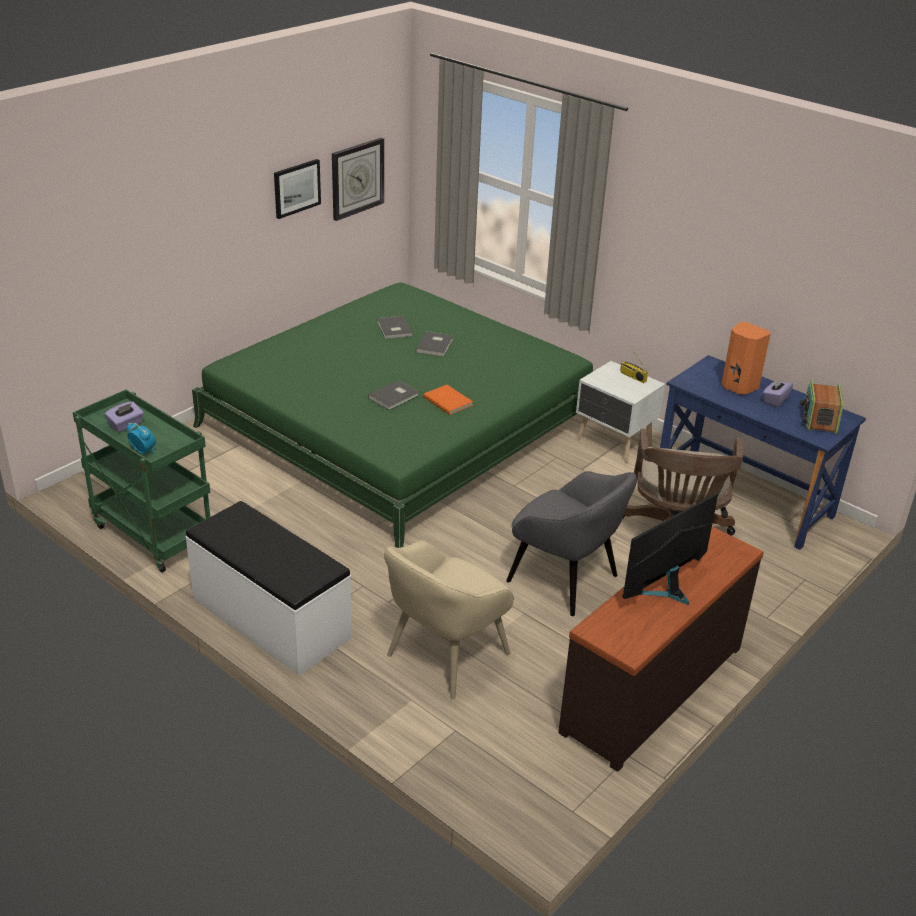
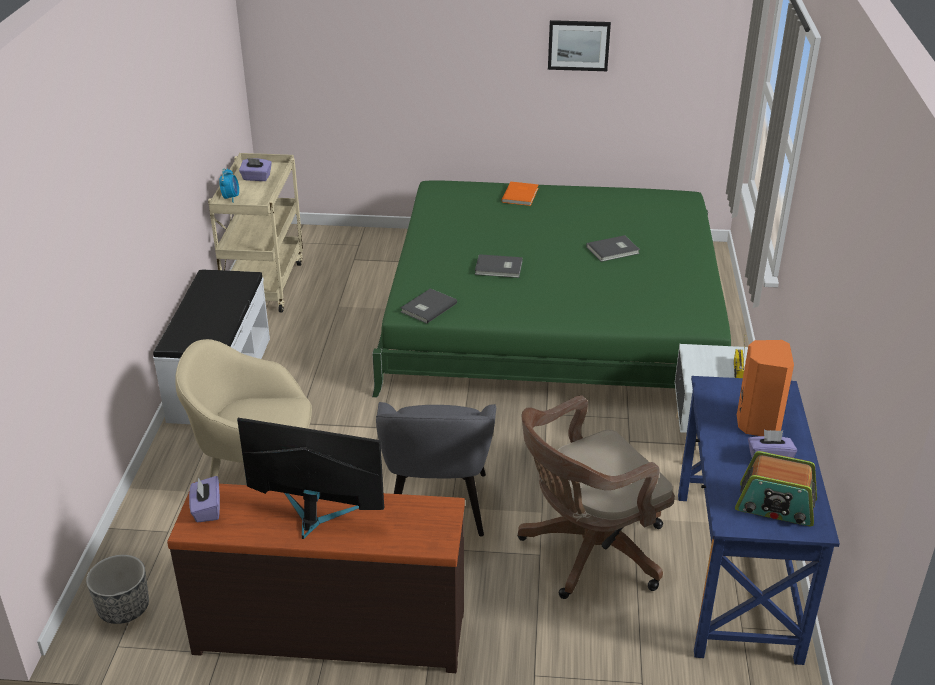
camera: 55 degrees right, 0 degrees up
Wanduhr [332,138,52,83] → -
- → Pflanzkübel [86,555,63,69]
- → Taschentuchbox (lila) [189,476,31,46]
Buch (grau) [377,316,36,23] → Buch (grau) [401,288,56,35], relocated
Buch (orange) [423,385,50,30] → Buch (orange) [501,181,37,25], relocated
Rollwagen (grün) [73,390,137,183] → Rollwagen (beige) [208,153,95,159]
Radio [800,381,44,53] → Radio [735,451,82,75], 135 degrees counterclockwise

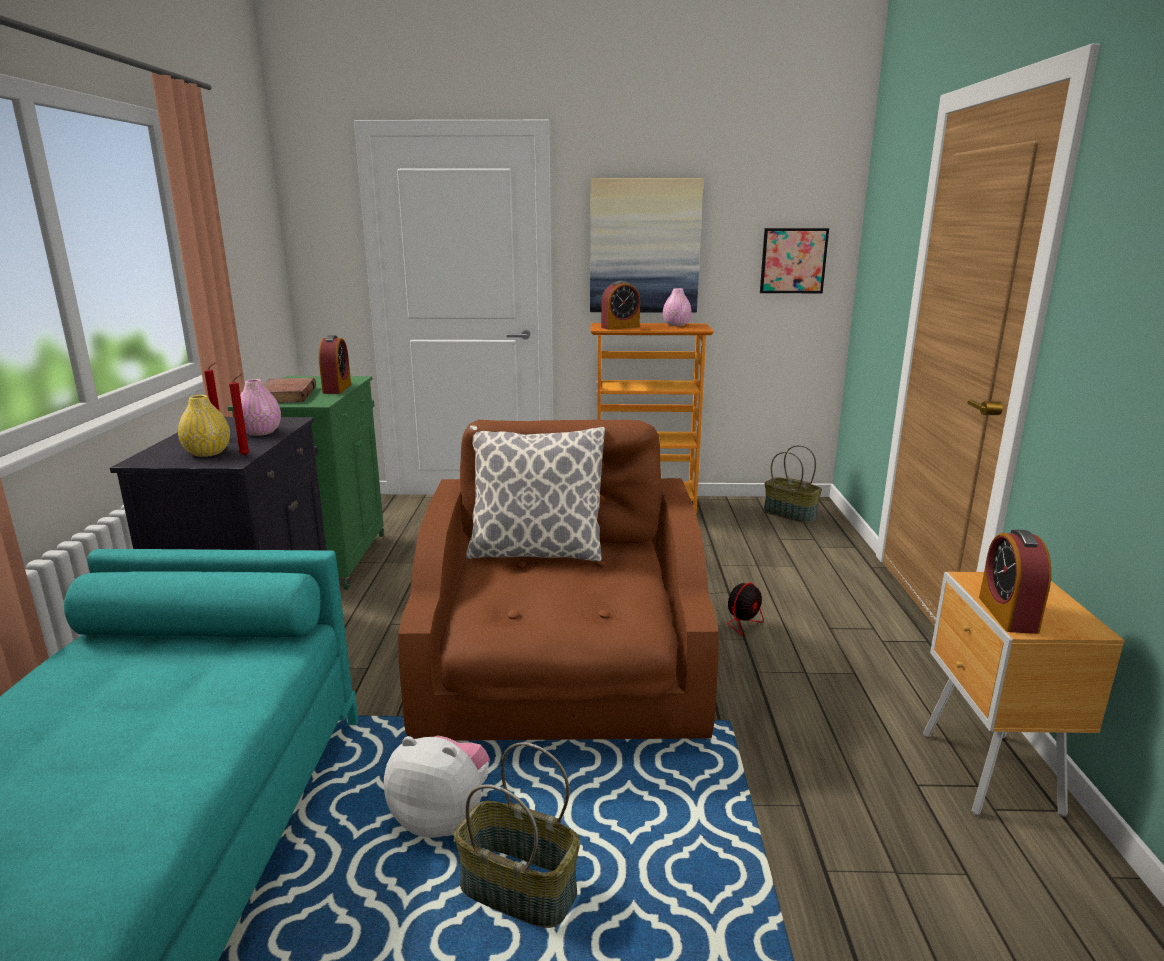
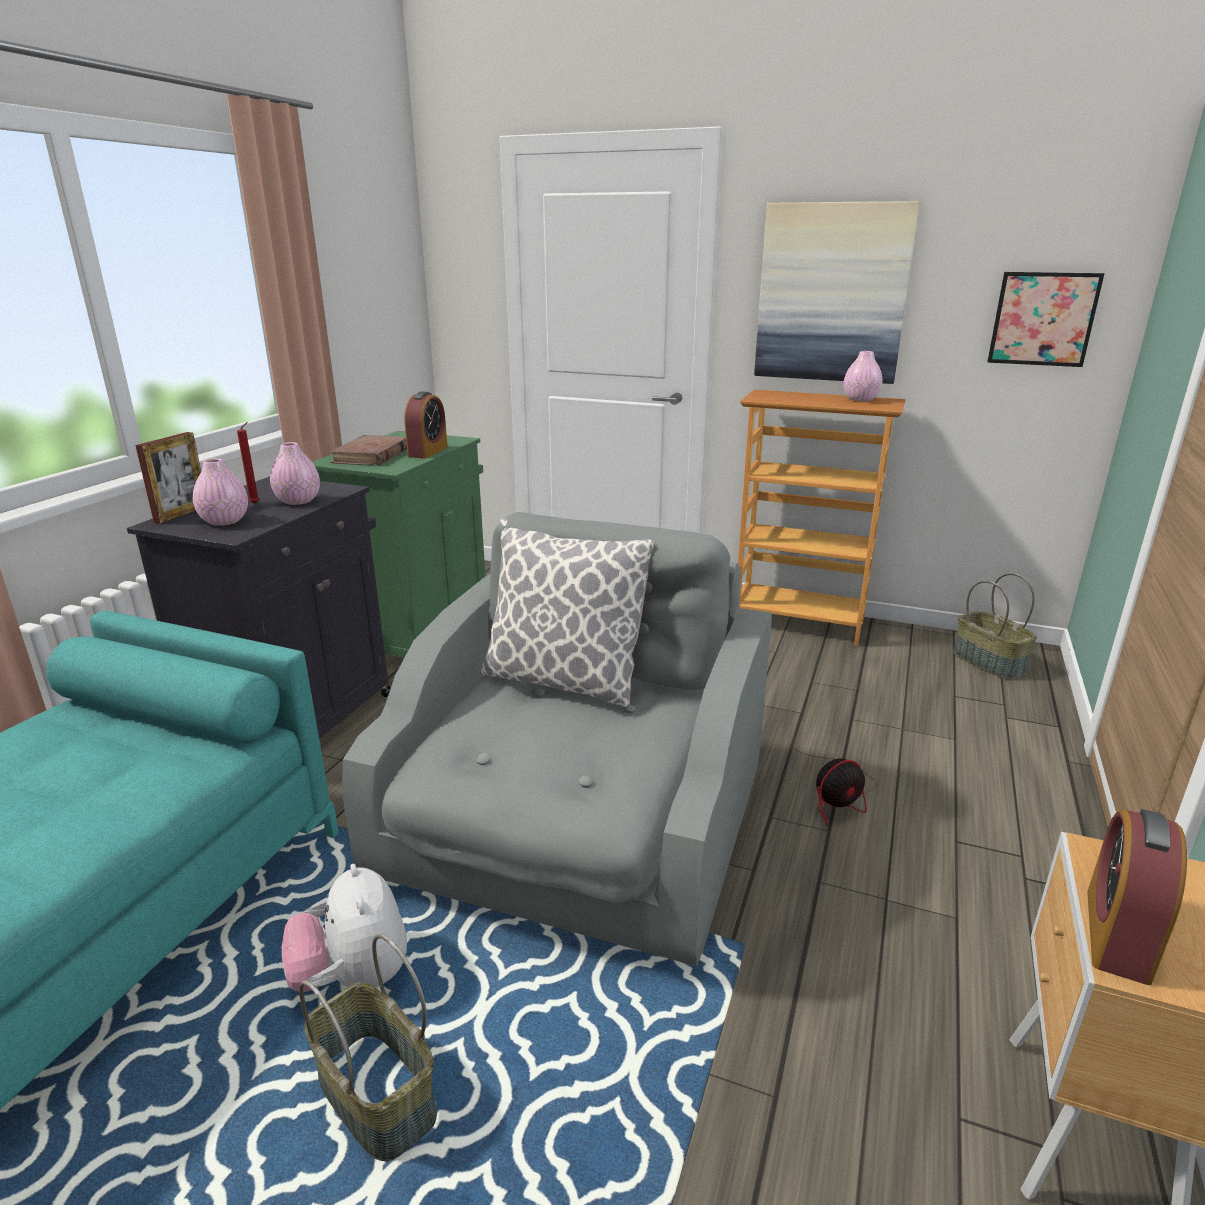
camera: 20 degrees right, 5 degrees up
Kerze (rot) [229,374,20,82] → -
Wecker [601,280,39,50] → -
- → Bilderrahmen [135,432,66,92]
Vase (gelb) [178,395,52,62] → Vase (rosa) [193,458,55,68]
Sessel (braun) [398,420,321,320] → Sessel (grau) [341,512,431,454]
Plüschtier [384,735,106,103] → Plüschtier [282,864,125,128], 150 degrees counterclockwise

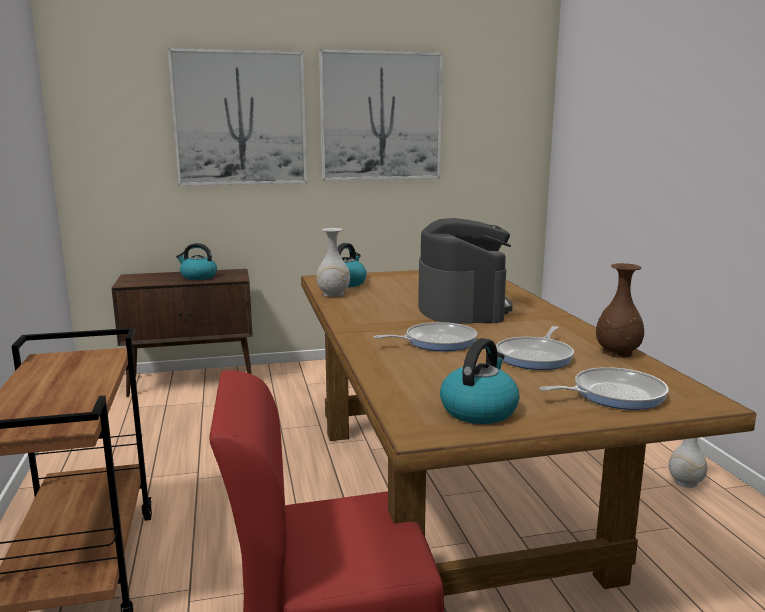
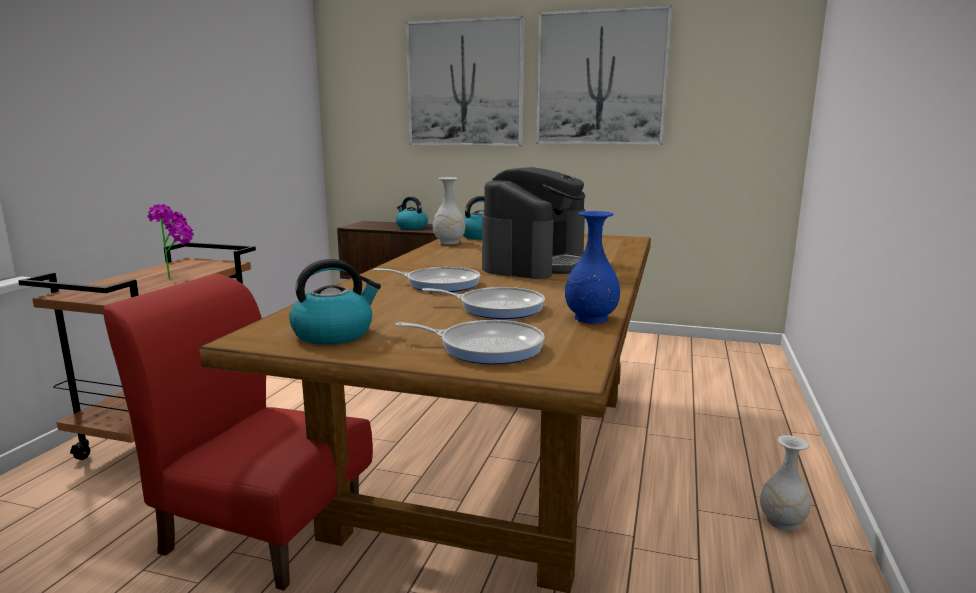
camera: 30 degrees right, 0 degrees up
- → Topfpflanze [147,204,47,75]
Vase (braun) [596,263,48,95] → Vase (blau) [565,211,55,113]
Pfanne [496,326,78,44] → Pfanne [422,287,123,32], 135 degrees counterclockwise

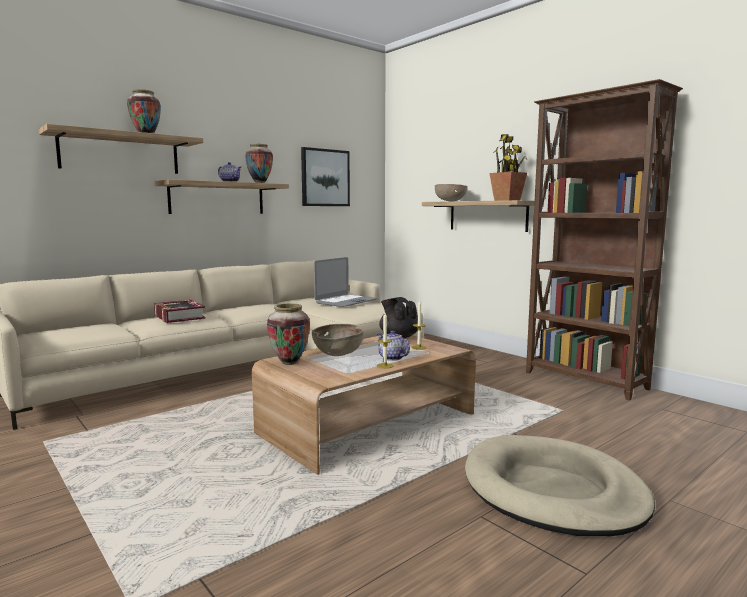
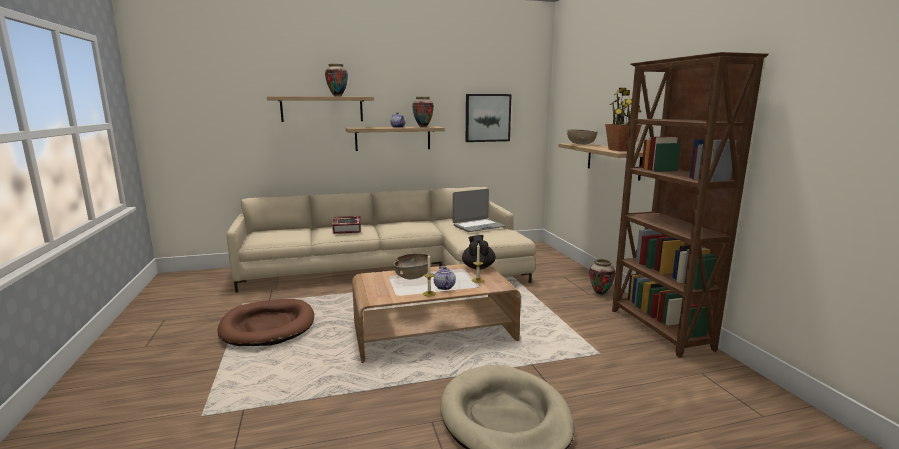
camera: 25 degrees right, 5 degrees up
- → Hundebett (braun) [218,299,96,47]
Vase [267,304,43,61] → Vase [589,259,26,36], relocated

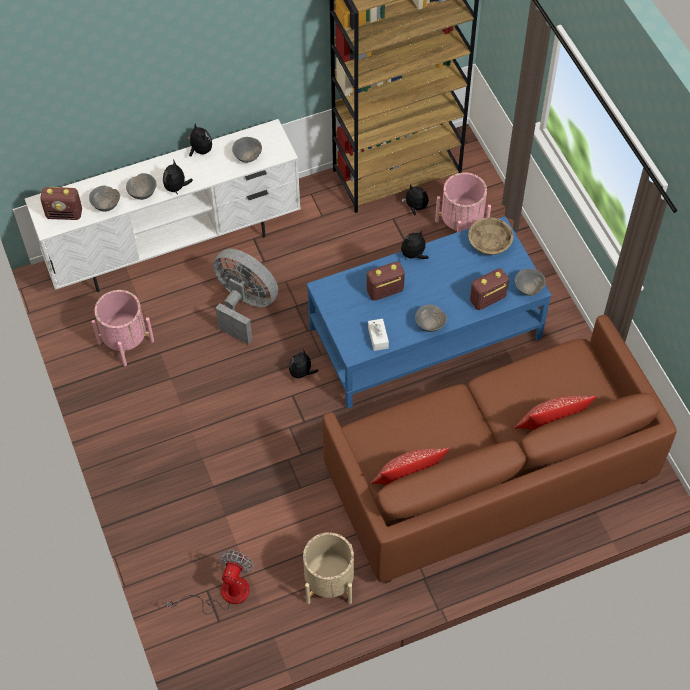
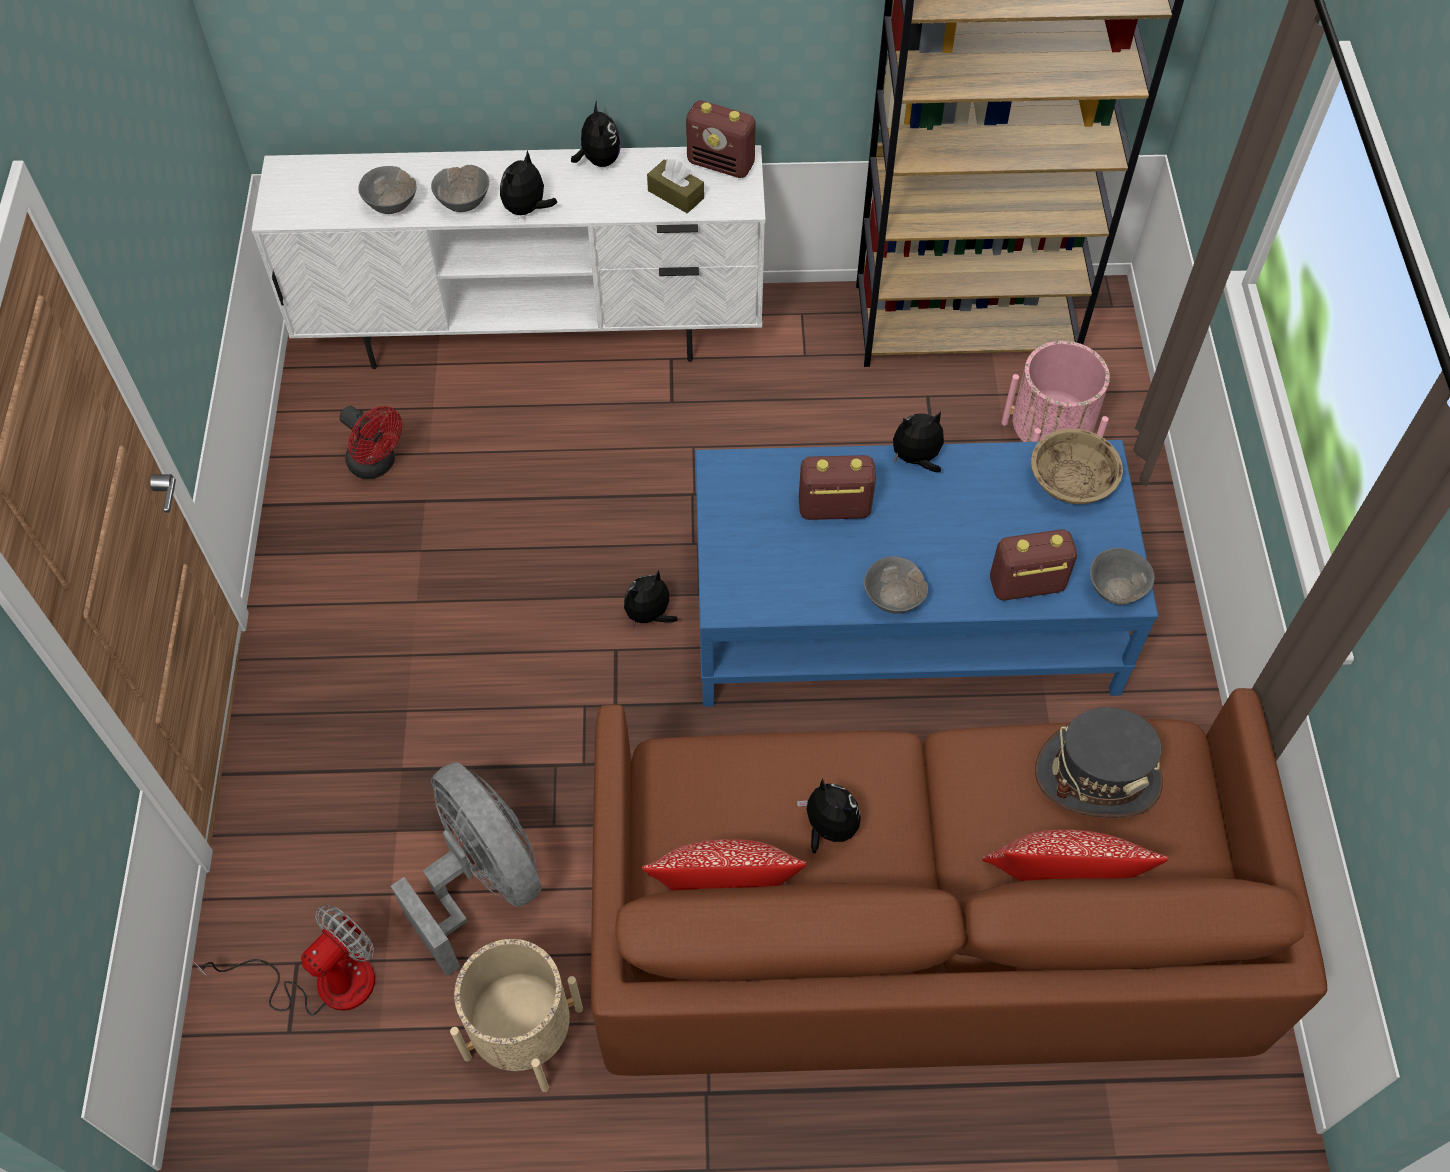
camera: 20 degrees right, 0 degrees up
Taschentuchbox (weiß) [368,319,21,32] → -
- → Hut (grau) [1035,707,128,111]
Radio [40,187,42,33] → Radio [686,100,70,78], relocated
Ventilator (grau) [213,249,65,96] → Ventilator (grau) [391,762,151,215], relocated
Plüschtier [401,184,28,31] → Plüschtier [797,778,64,75], relocated
Pflanzkübel (rosa) [91,290,63,76] → Ventilator (rot) [339,406,63,73]
Schüssel (grau) [232,137,30,26] → Taschentuchbox (braun) [647,159,57,54]

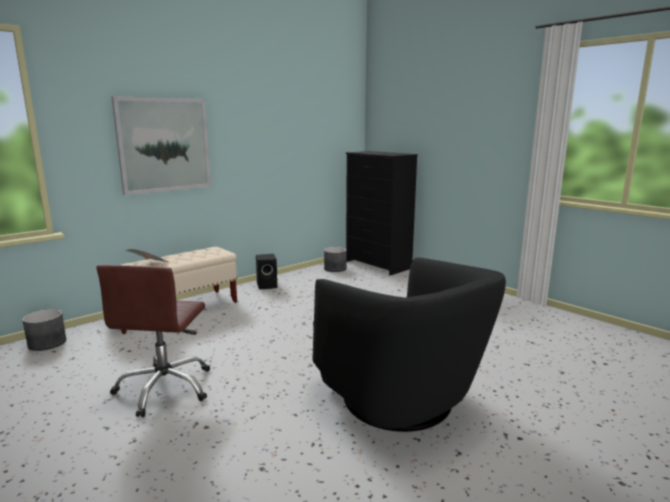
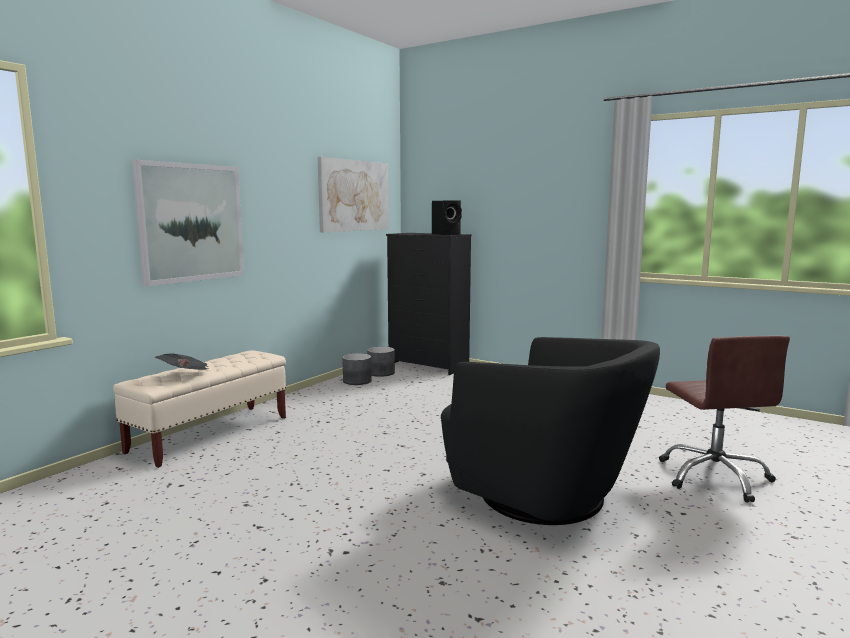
camera: 15 degrees left, 5 degrees down
- → Bild [317,157,72,75]
Pflanzkübel (grau) [22,309,44,42] → Pflanzkübel (grau) [342,353,30,32], relocated
Bürostuhl (braun) [96,265,114,152] → Bürostuhl (braun) [659,336,131,166], relocated
Lautsprecher (schwarz) [256,254,21,35] → Lautsprecher (schwarz) [432,200,30,35], relocated

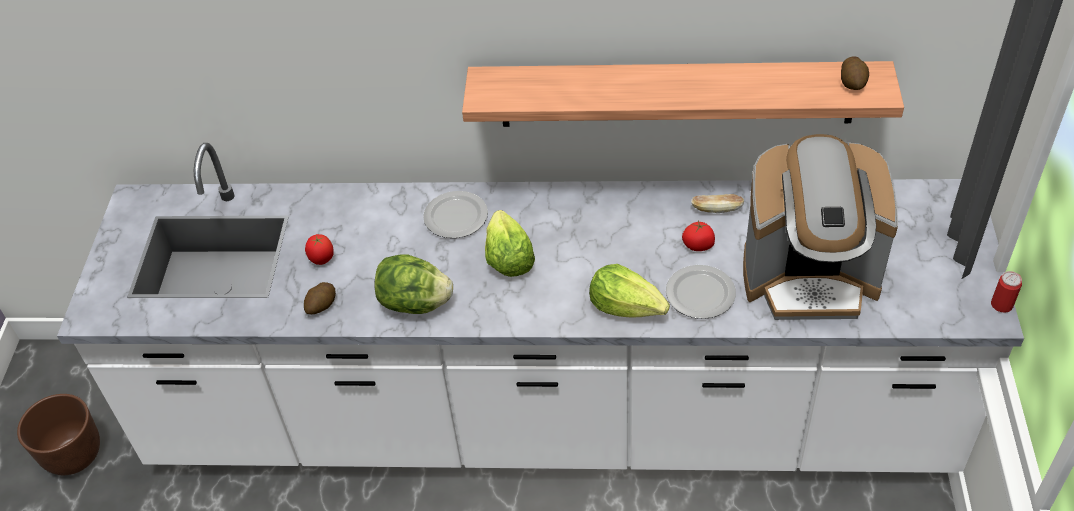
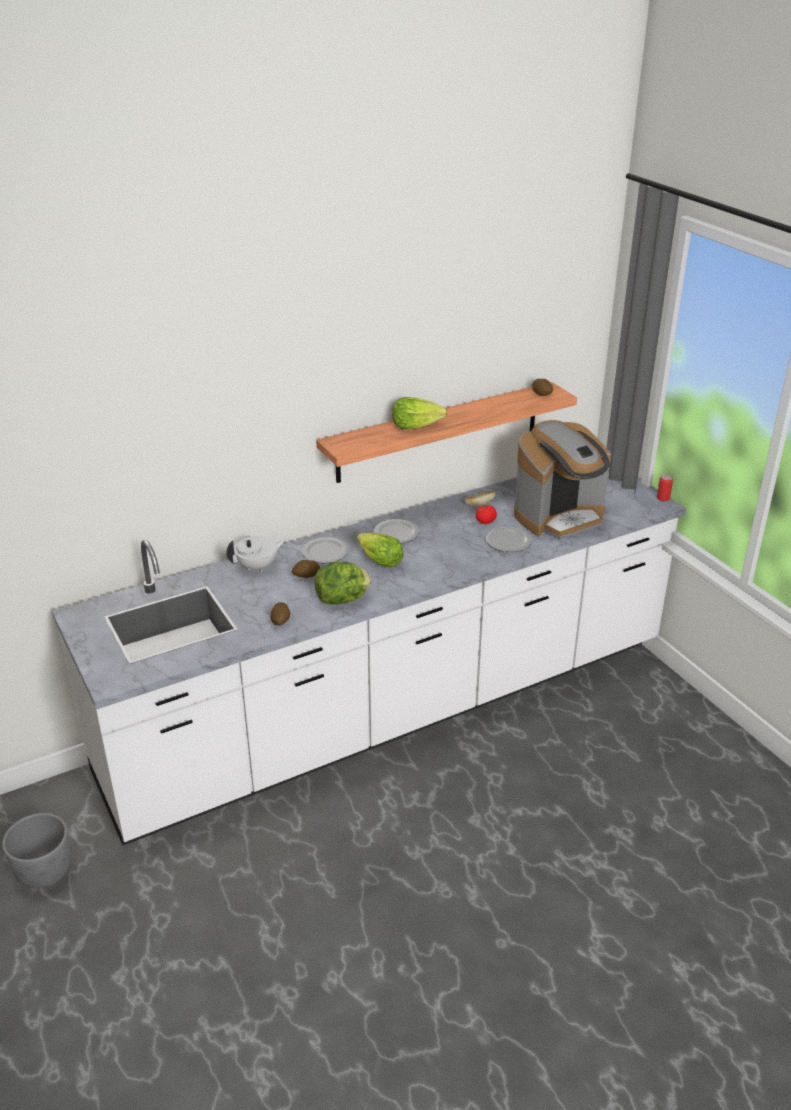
camera: 35 degrees left, 15 degrees down
Tomate [305,234,29,31] → -
- → Teekanne (weiß) [227,536,60,37]
- → Kartoffel [292,560,28,18]
- → Teller [374,519,45,24]
Salatkopf [589,264,81,54] → Salatkopf [392,397,56,32], relocated
Pflanzkübel (braun) [17,394,83,81] → Pflanzkübel (grau) [2,813,69,76]

